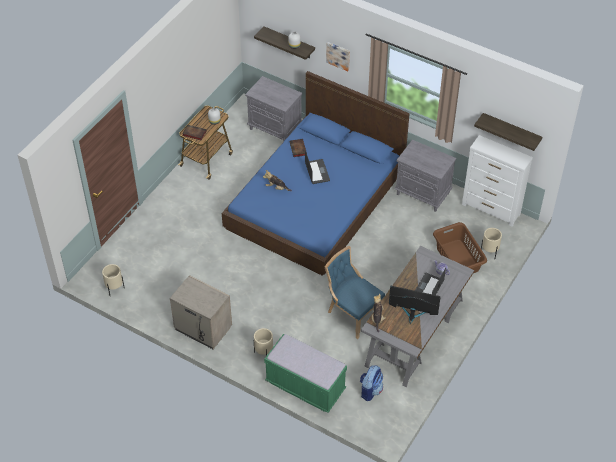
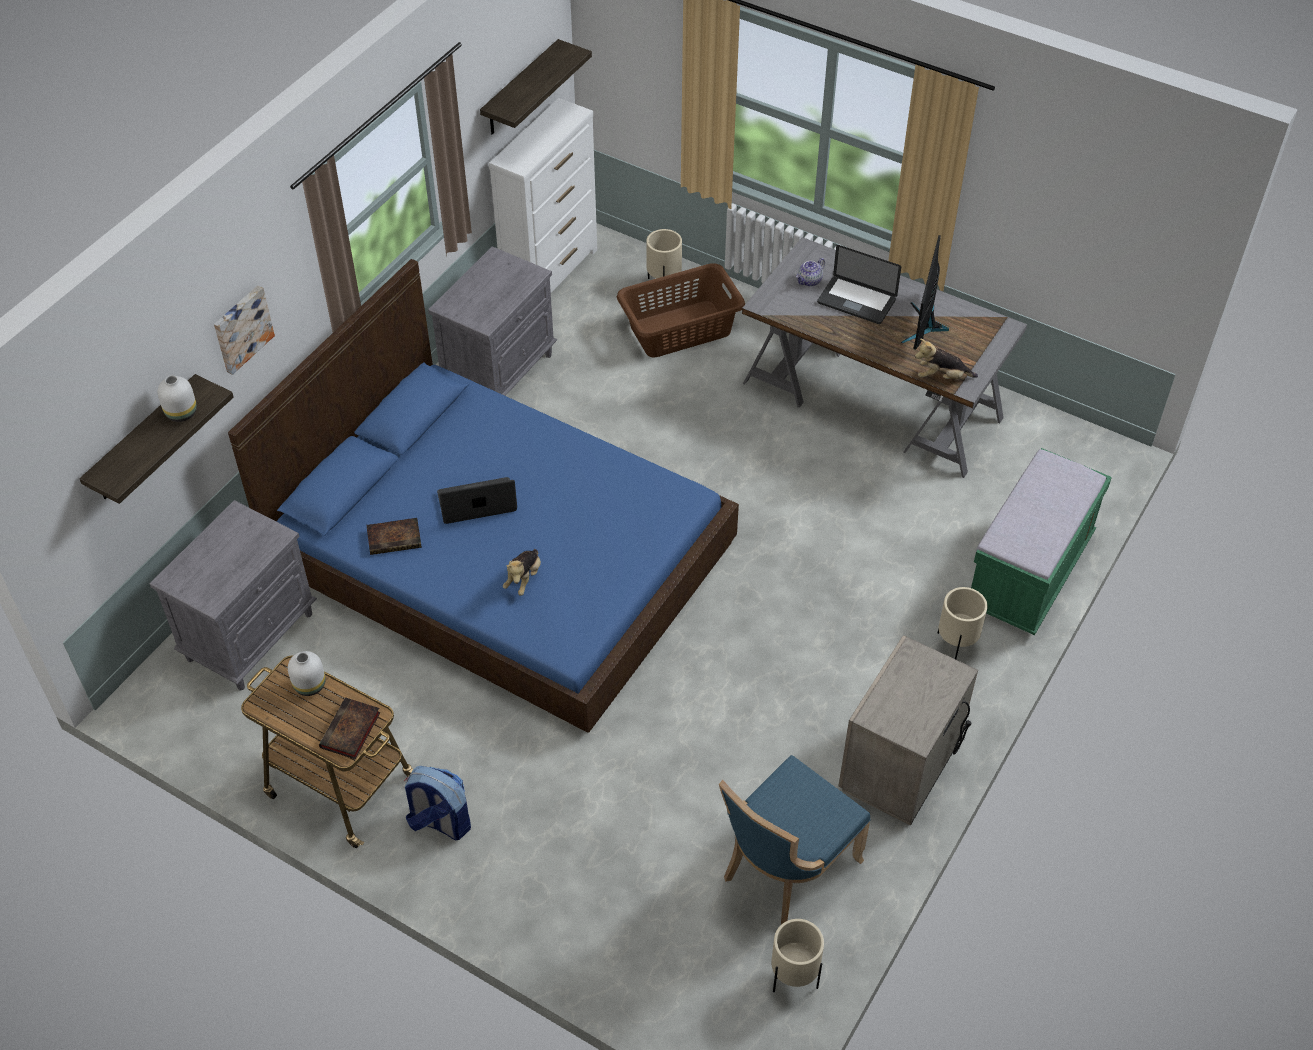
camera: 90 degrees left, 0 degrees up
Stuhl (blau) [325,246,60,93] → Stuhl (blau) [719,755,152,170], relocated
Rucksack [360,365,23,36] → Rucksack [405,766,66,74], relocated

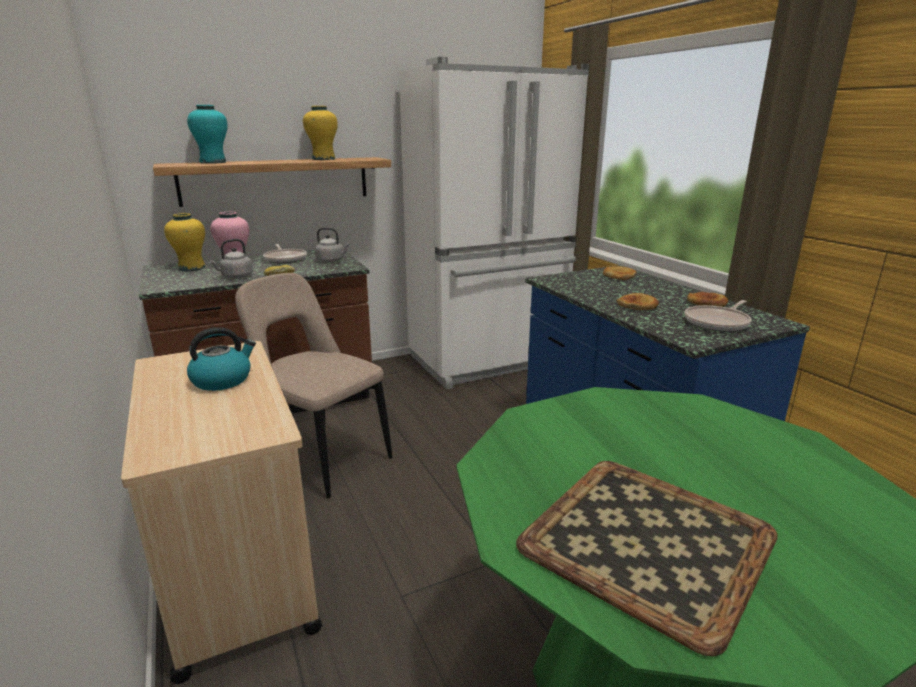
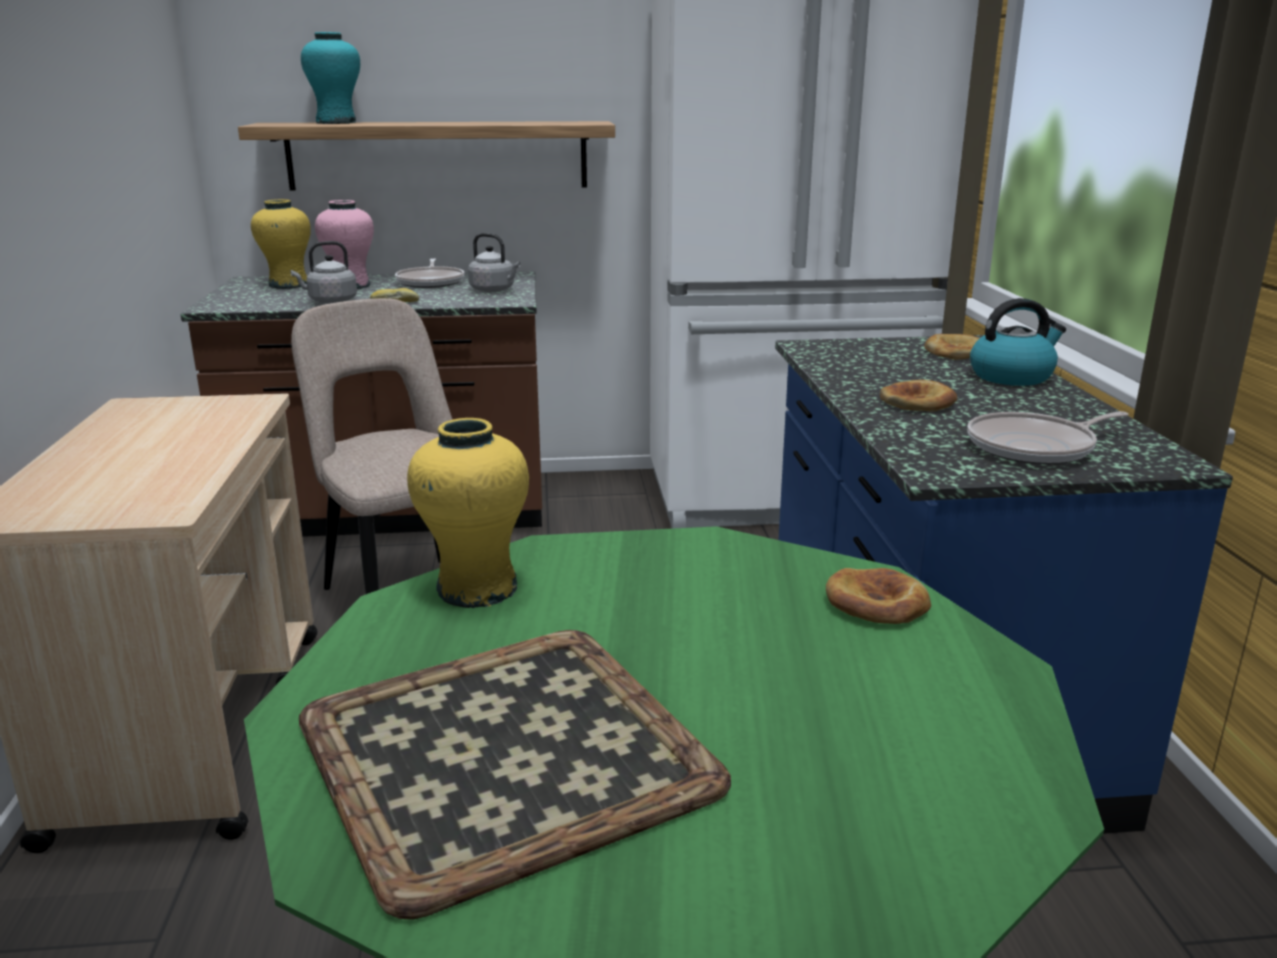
camera: 20 degrees right, 0 degrees up
Wasserkessel [187,327,69,64] → Wasserkessel [970,298,96,88], relocated
Vase (gelb) [303,106,35,54] → Vase (gelb) [407,418,122,190], relocated
Brot [687,292,41,15] → Brot [826,568,105,56], relocated

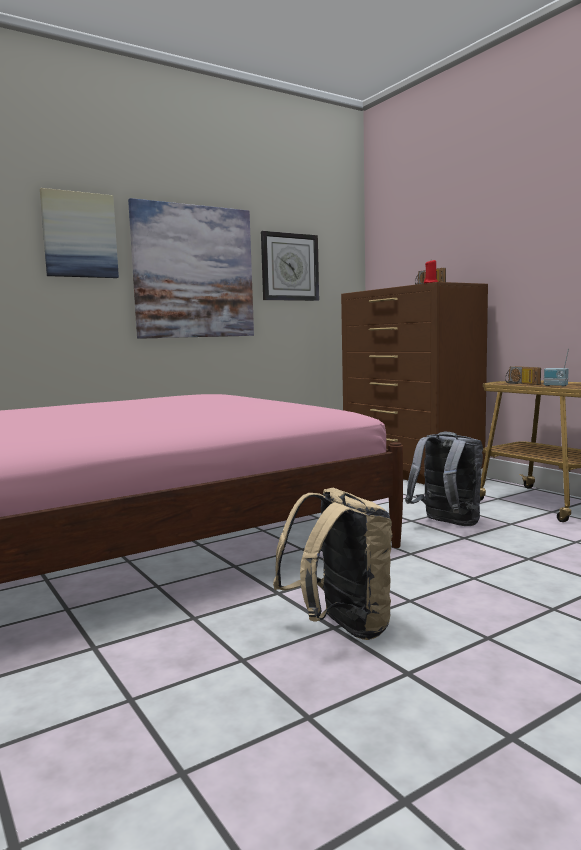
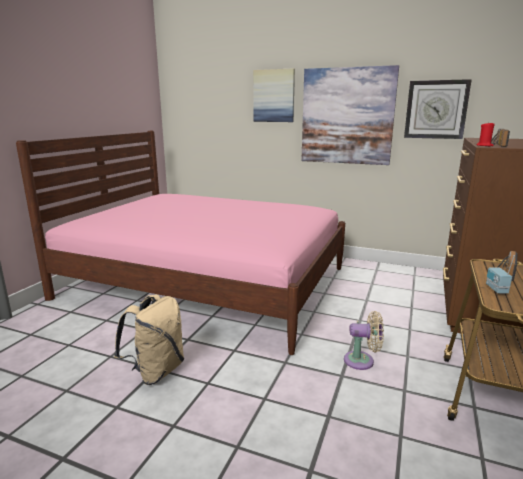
camera: 55 degrees right, 10 degrees up
Rucksack (grau) [405,432,78,94] → Ventilator (beige) [344,311,40,59]

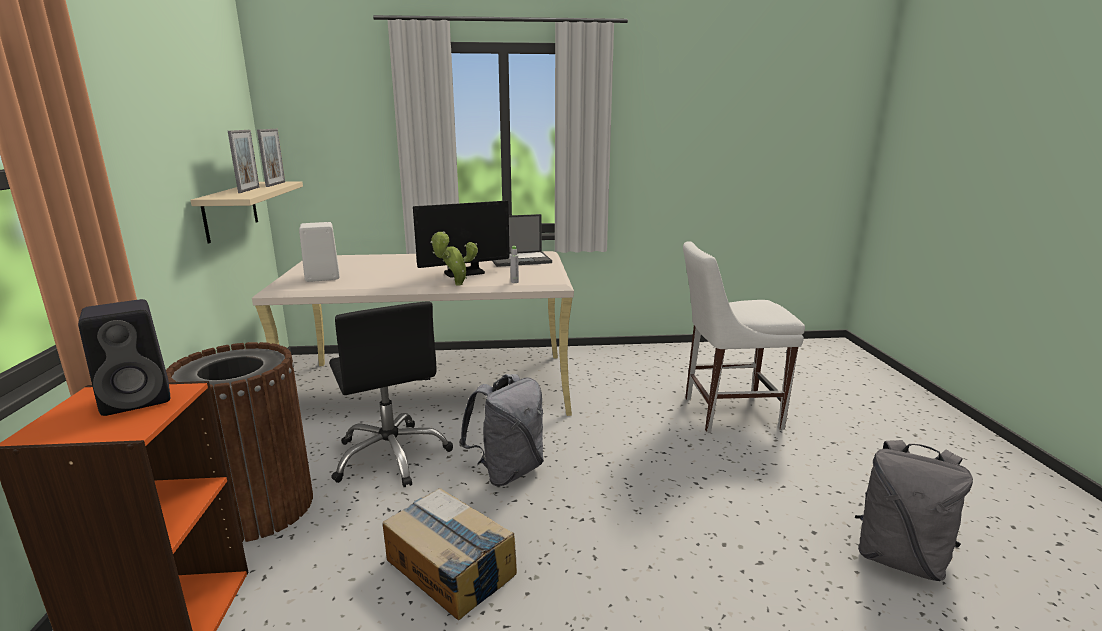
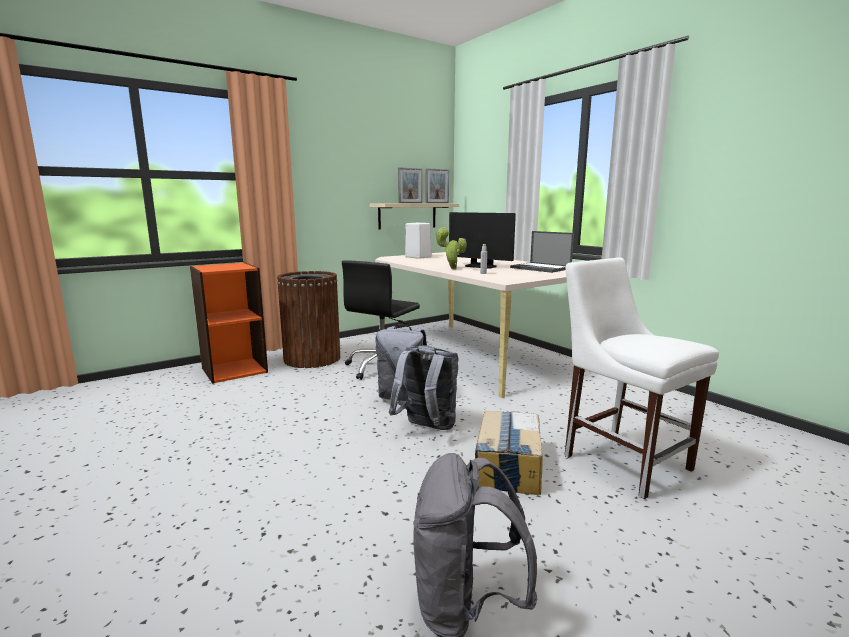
camera: 60 degrees right, 5 degrees down
Lautsprecher (schwarz) [78,299,92,117] → -
- → Rucksack (grau) [389,345,70,85]
Karton [383,488,134,133] → Karton [475,411,68,84], relocated

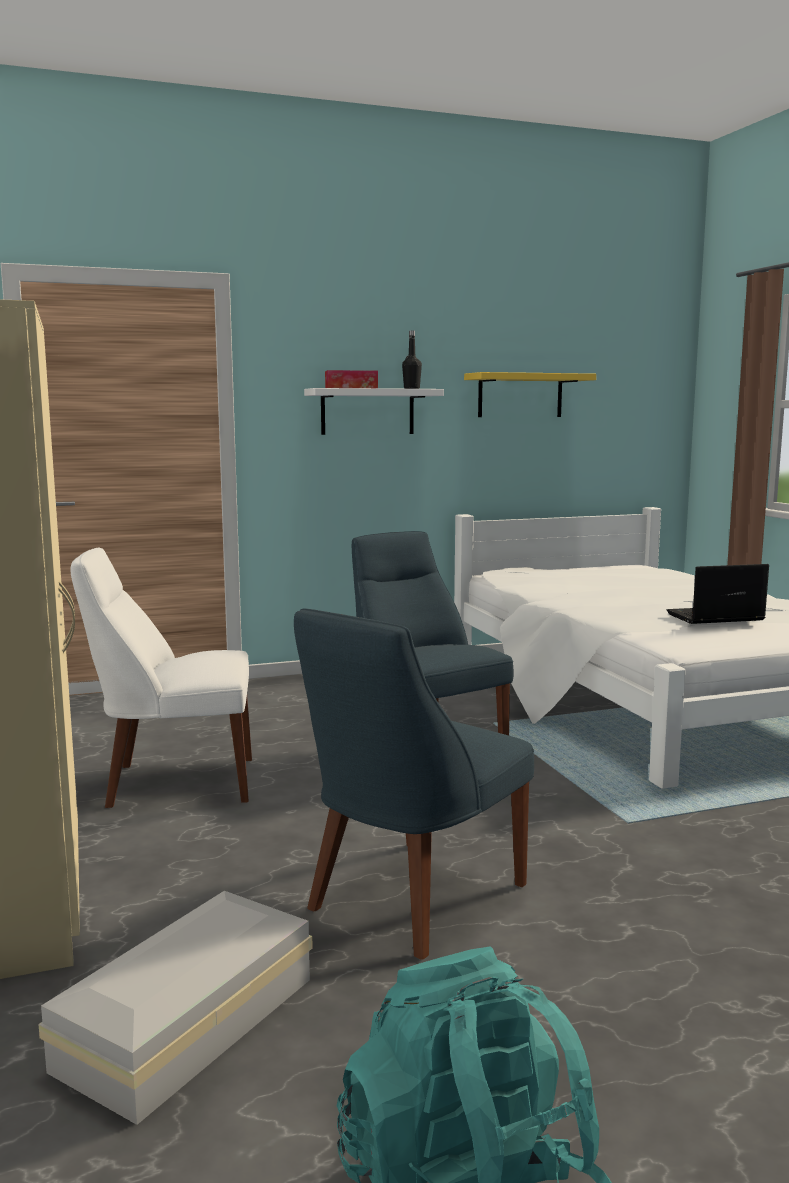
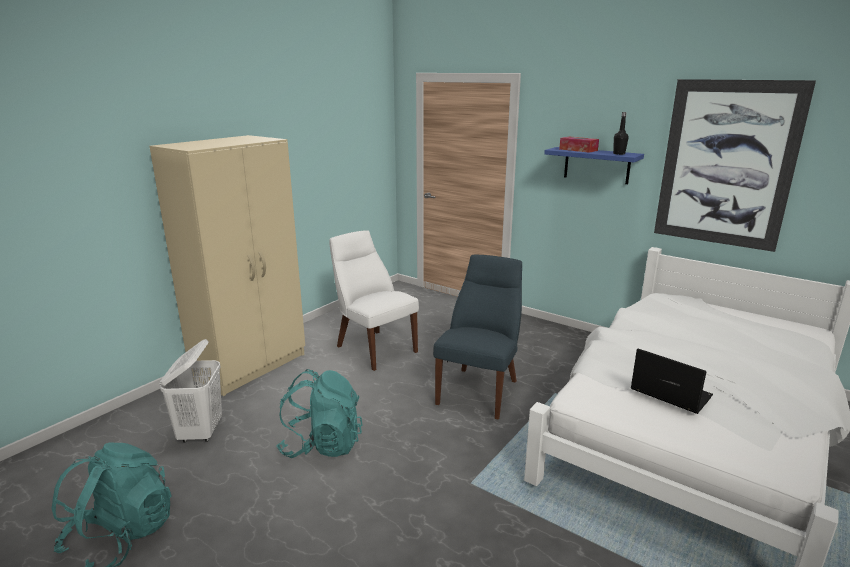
camera: 55 degrees right, 10 degrees up
Aufbewahrungsbox (weiß) [38,891,275,234] → Wäschekorb (weiß) [159,339,63,103]
Stuhl (blau) [294,608,240,352] → Rucksack (türkis) [276,369,87,89]
Wandregal (gelb) [464,372,132,45] → Bild [654,79,162,173]
Wandregal (weiß) [304,388,140,47] → Wandregal (blau) [544,147,100,37]

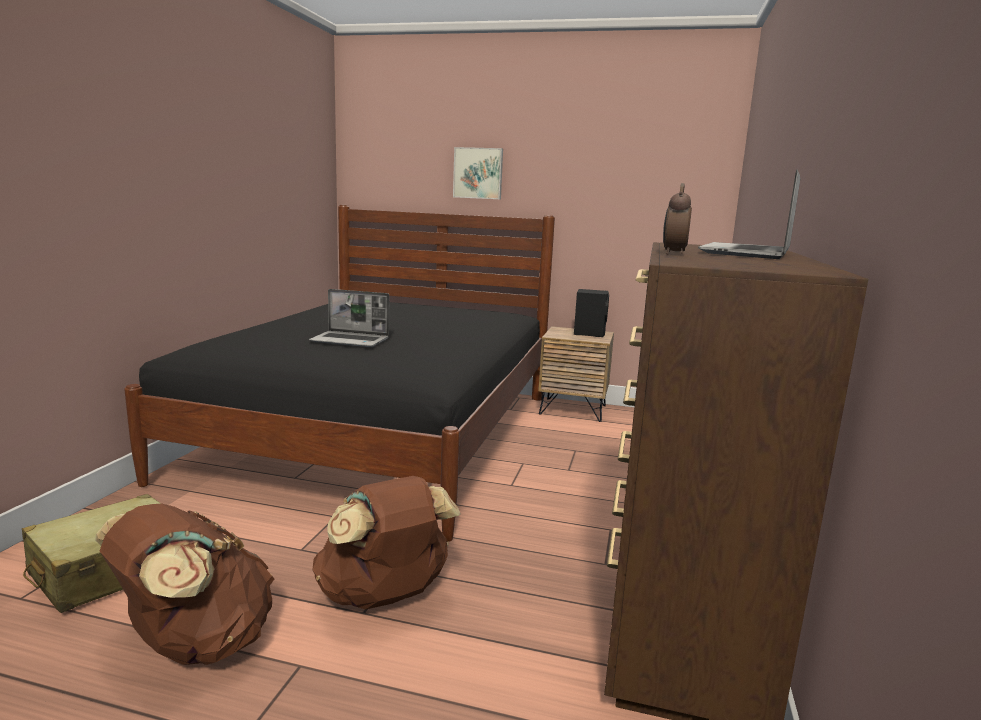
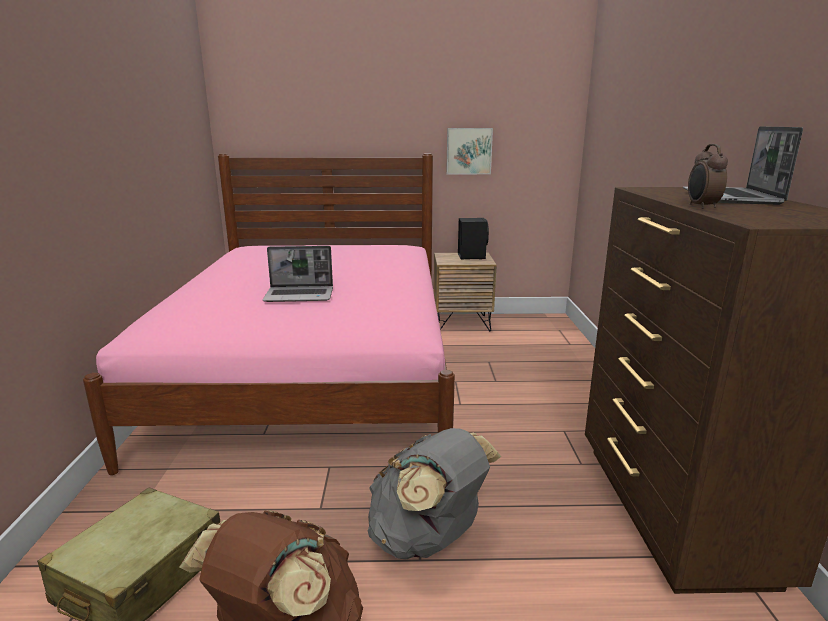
camera: 15 degrees left, 5 degrees up
Bild [453,147,50,52] → Bild [446,128,47,46], relocated
Bett (schwarz) [124,205,431,337] → Bett (rosa) [83,154,372,321]
Rucksack (braun) [312,476,149,134] → Rucksack (grau) [368,428,133,131]

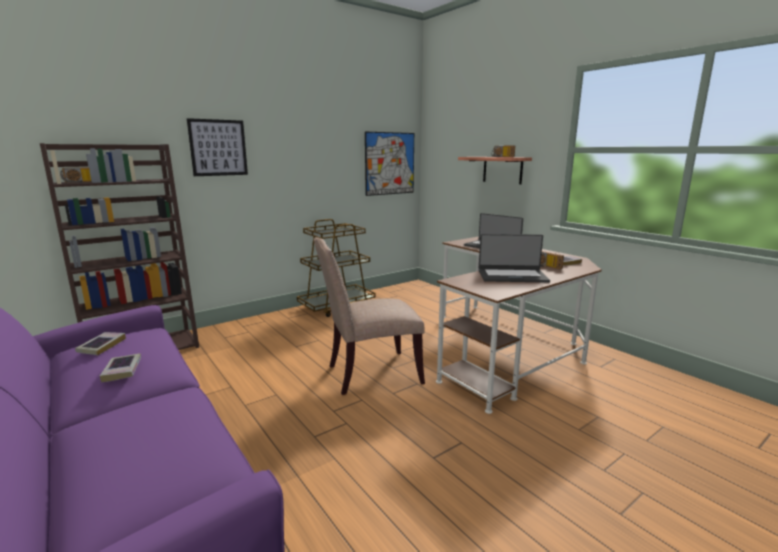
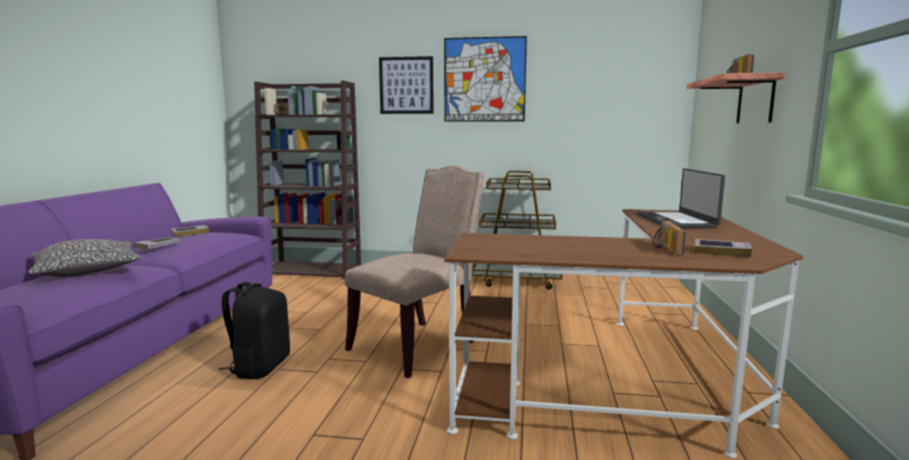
camera: 45 degrees right, 5 degrees down
Laptop [479,234,71,49] → -
- → Kissen [28,239,114,38]
- → Rucksack (schwarz) [219,282,71,97]
Bild [365,131,49,65] → Bild [444,36,83,86], relocated
Stuhl (beige) [313,237,112,158] → Stuhl (beige) [345,165,139,213], 105 degrees clockwise

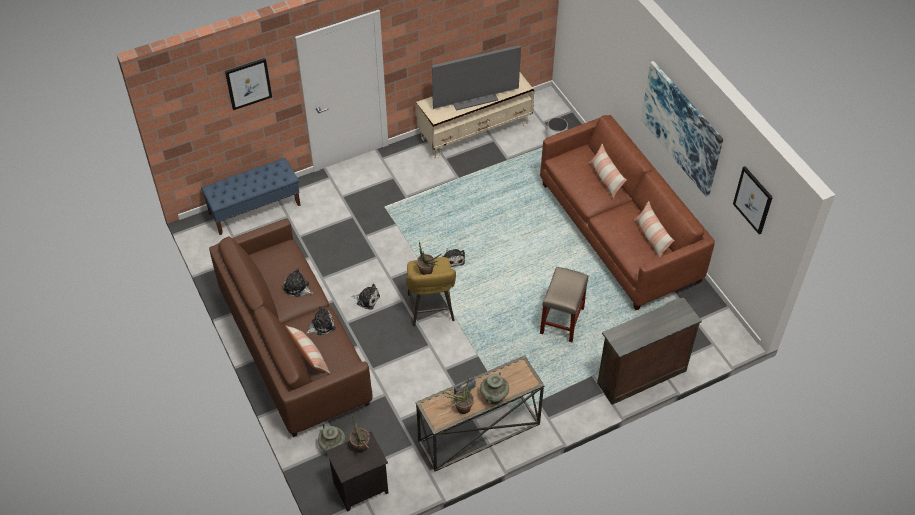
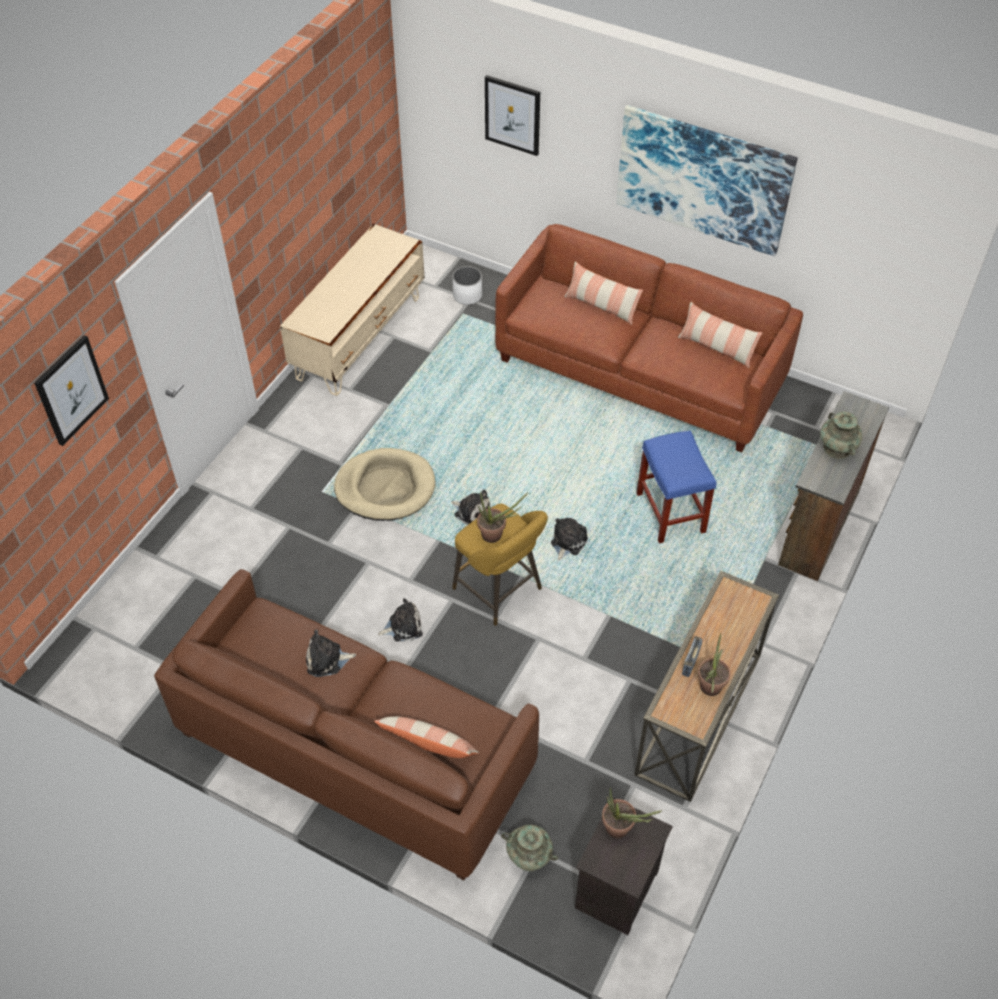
camera: 35 degrees left, 0 degrees up
Bank (blau) [201,158,100,77] → -
Fernseher [432,45,89,66] → -
- → Hundebett (beige) [334,448,101,73]
Plüschtier [306,306,30,29] → Plüschtier [551,518,37,42], relocated
Vase (türkis) [480,372,29,33] → Vase (türkis) [820,412,42,47], relocated
Bild [733,166,40,68] → Bild [485,75,55,81], relocated
Hocker (beige) [540,267,49,75] → Hocker (blau) [636,430,80,113]

